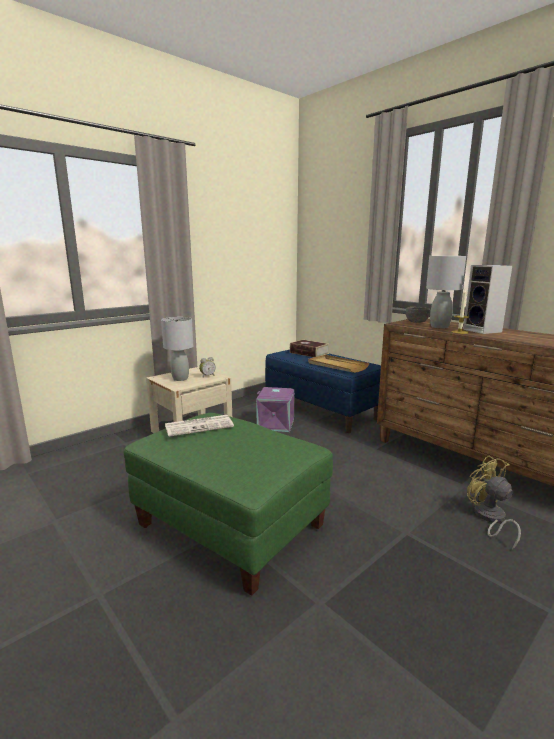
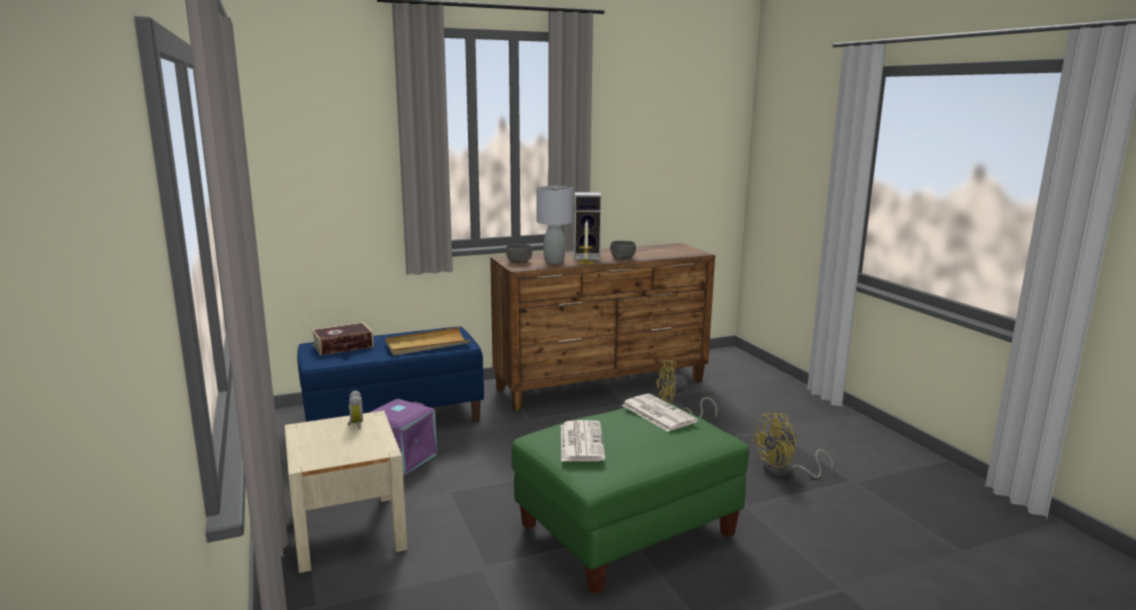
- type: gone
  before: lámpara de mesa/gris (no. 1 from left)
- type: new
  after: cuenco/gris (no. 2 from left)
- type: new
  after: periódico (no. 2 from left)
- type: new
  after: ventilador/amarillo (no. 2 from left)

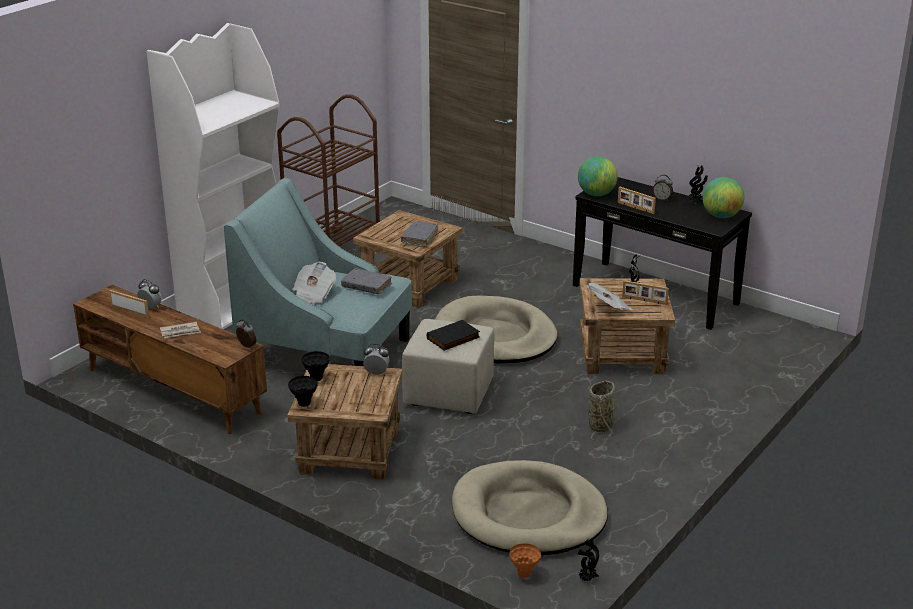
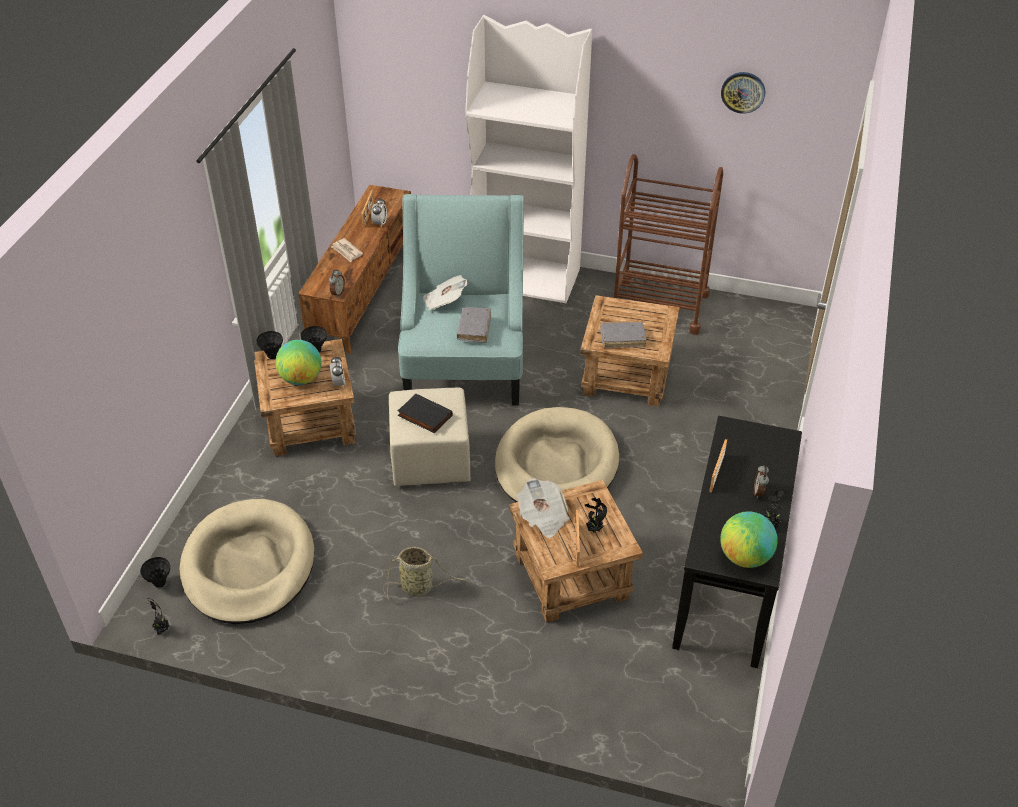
- type: repainted
  before: florero/naranja
  after: florero/negro (no. 1 from left)
- type: shifted
  before: globo terráqueo (no. 1 from left)
- type: new
  after: reloj de pared

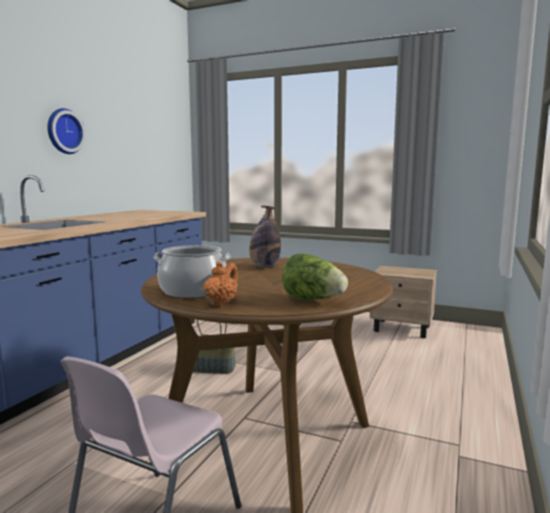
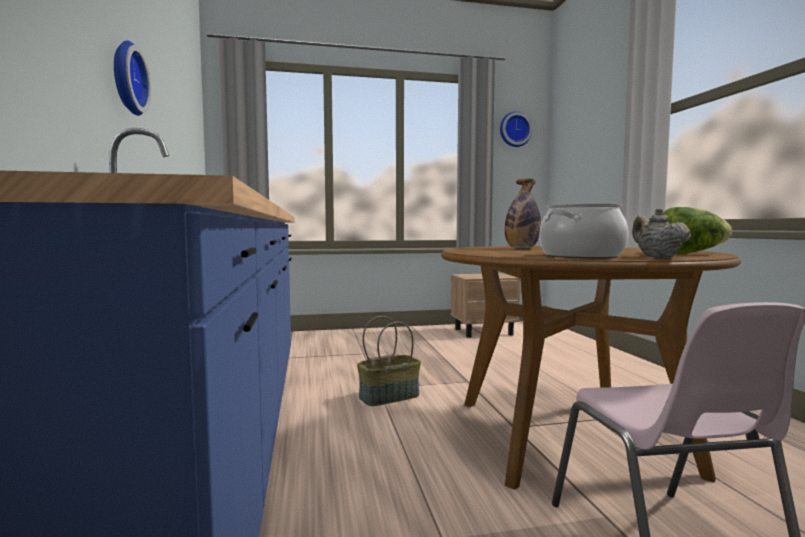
- type: repainted
  before: tetera/naranja
  after: tetera/beis
- type: new
  after: reloj de pared (no. 2 from left)

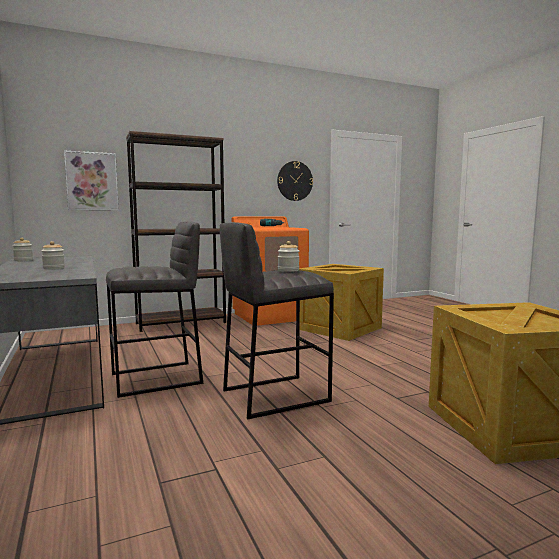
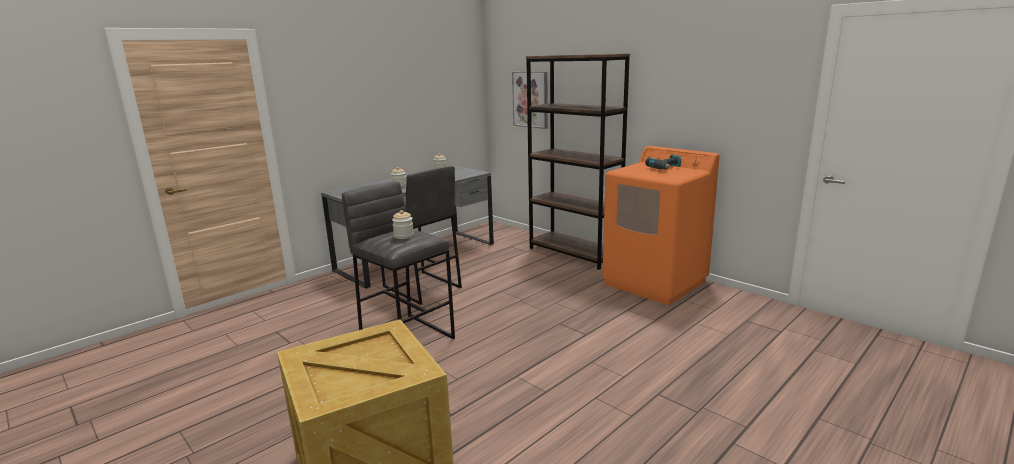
- type: gone
  before: reloj de pared
- type: gone
  before: caja de embalaje (no. 1 from left)

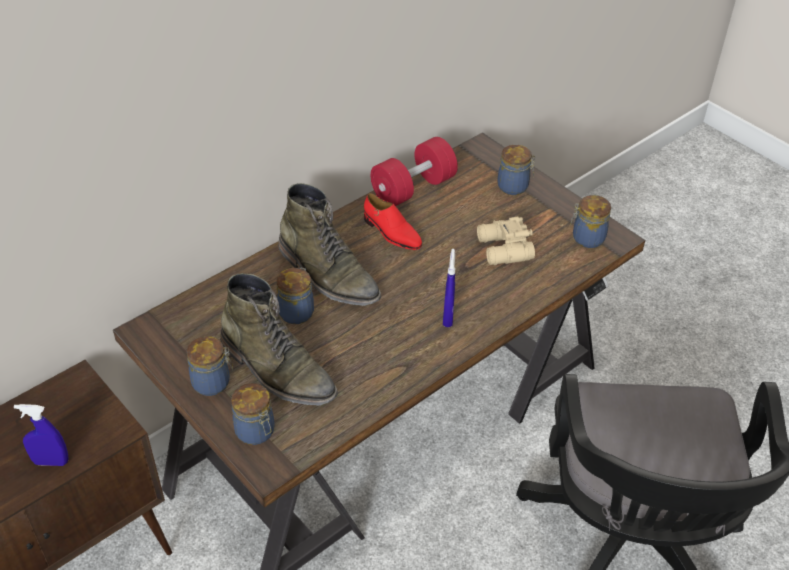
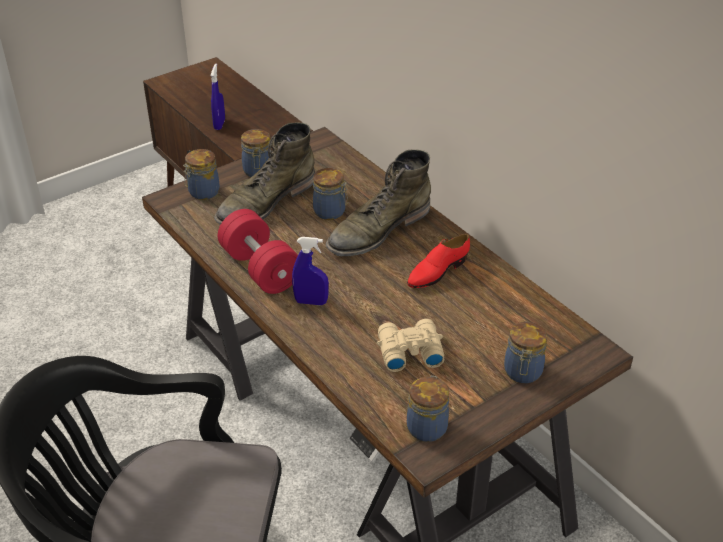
- type: shifted
  before: mancuerna/rojo

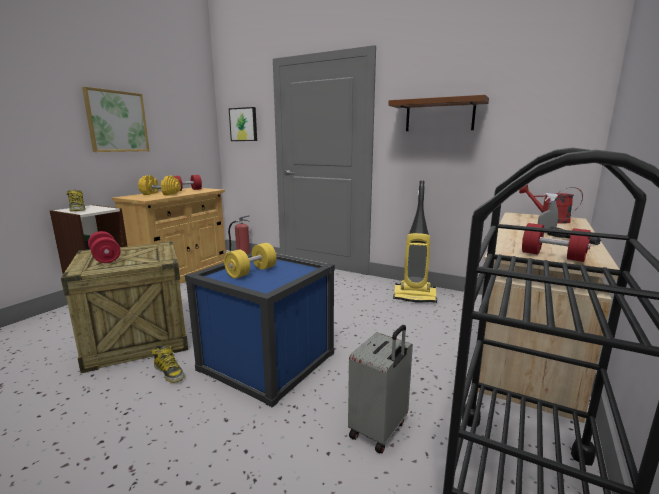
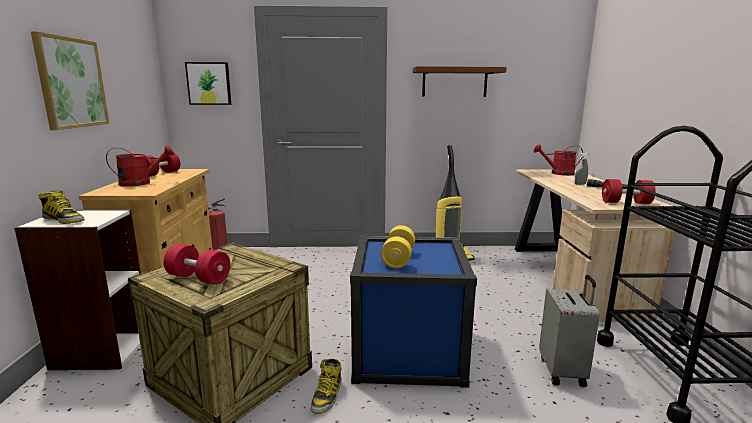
- type: swapped
  before: mancuerna/amarillo (no. 1 from left)
  after: regadera/rojo (no. 1 from left)
- type: rotated
  before: bota (no. 2 from left)
  turn: 90

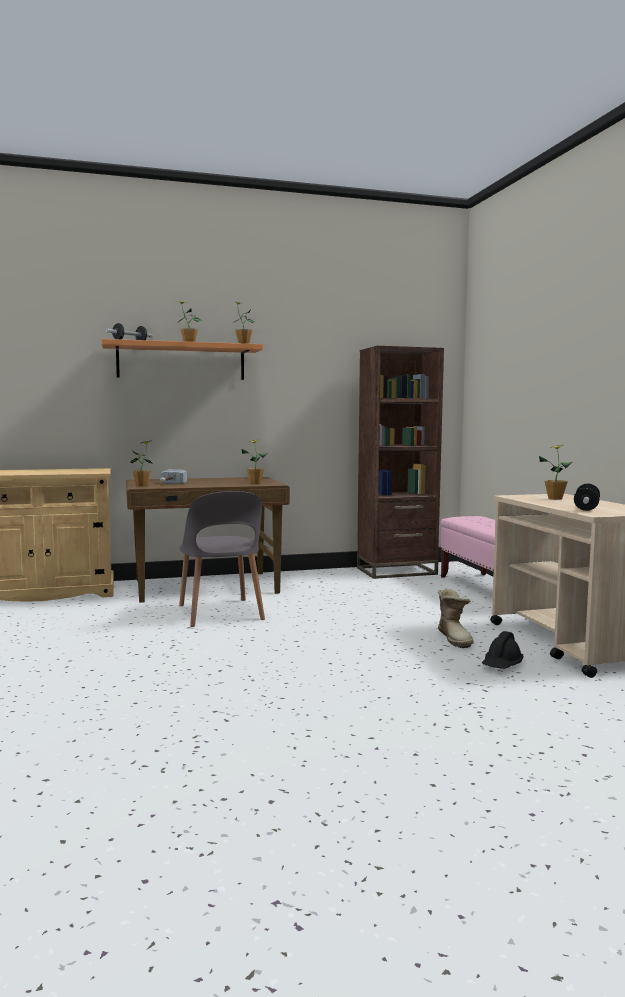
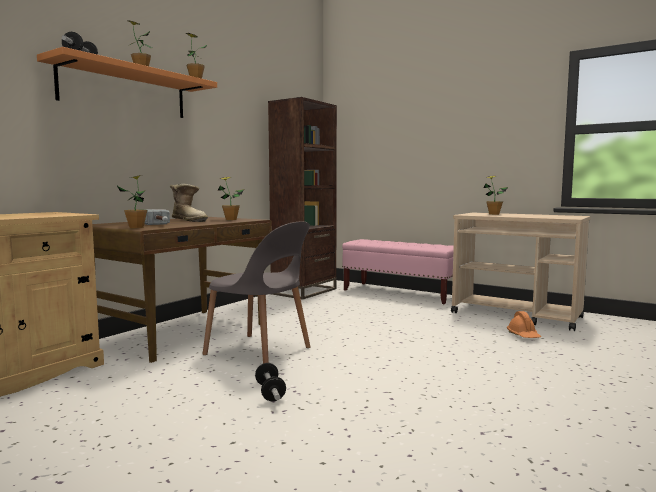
- type: shifted
  before: bota
- type: repainted
  before: casco/negro
  after: casco/naranja
- type: shifted
  before: mancuerna (no. 2 from left)

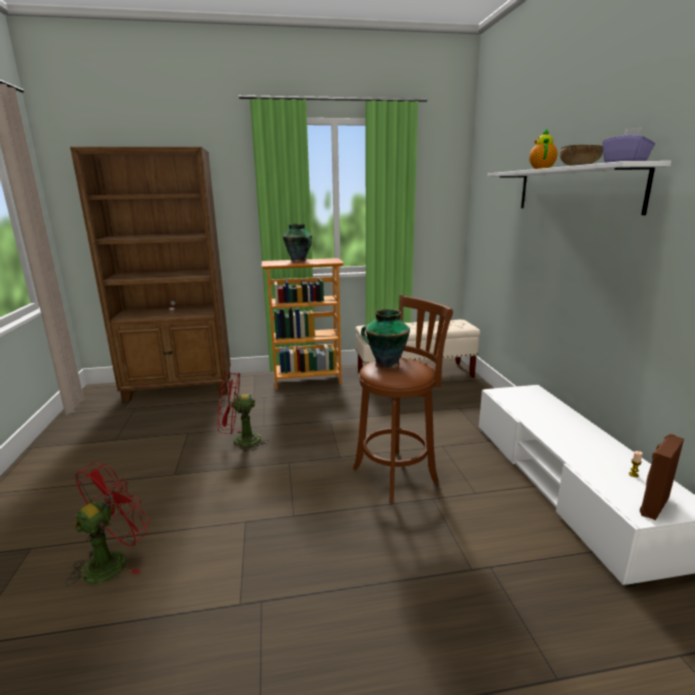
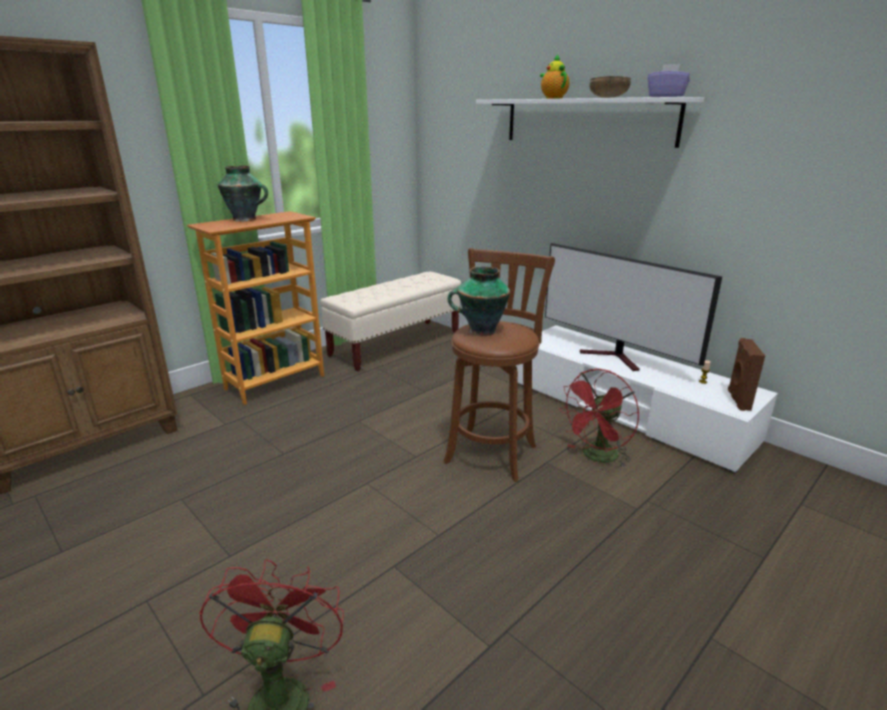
- type: shifted
  before: ventilador/rojo (no. 2 from left)
- type: new
  after: televisor

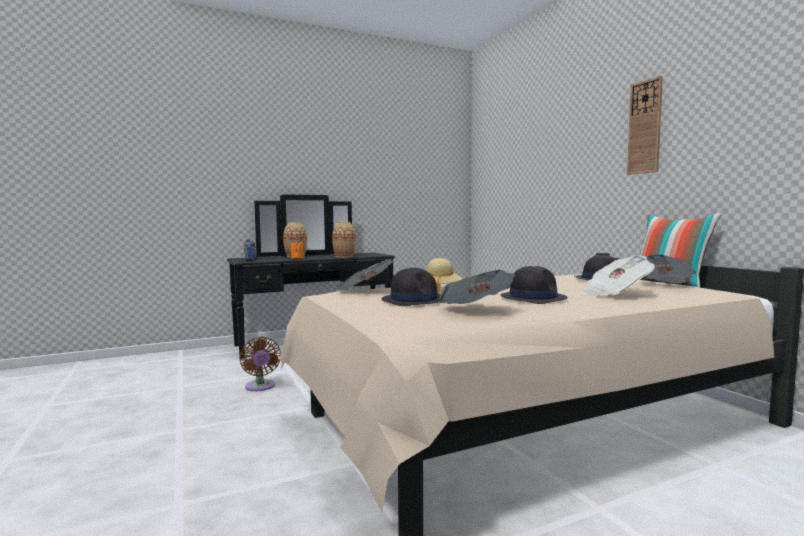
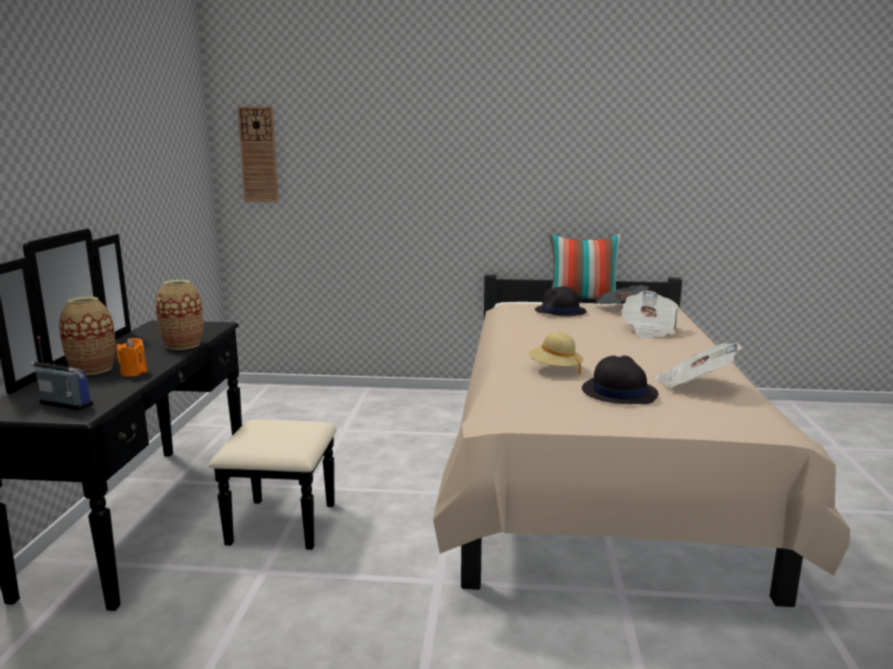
- type: gone
  before: ventilador/marrón
- type: gone
  before: periódico (no. 1 from left)
- type: gone
  before: sombrero/negro (no. 2 from left)
- type: shifted
  before: reloj de pared

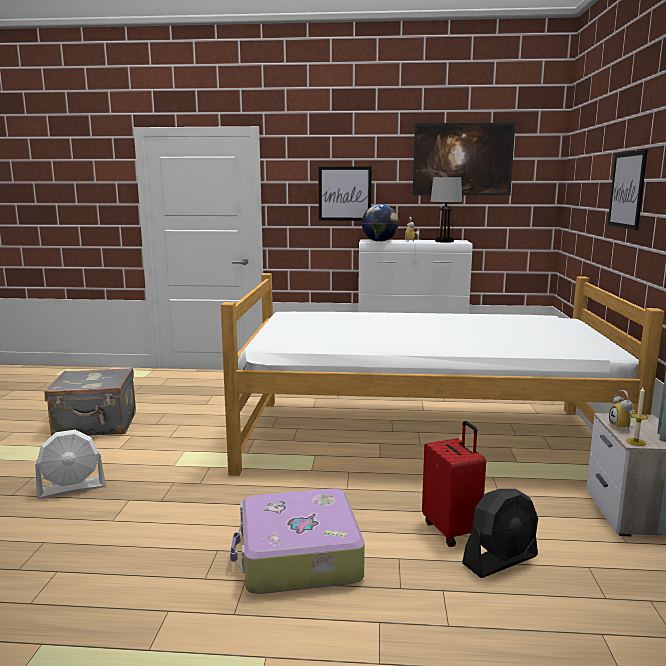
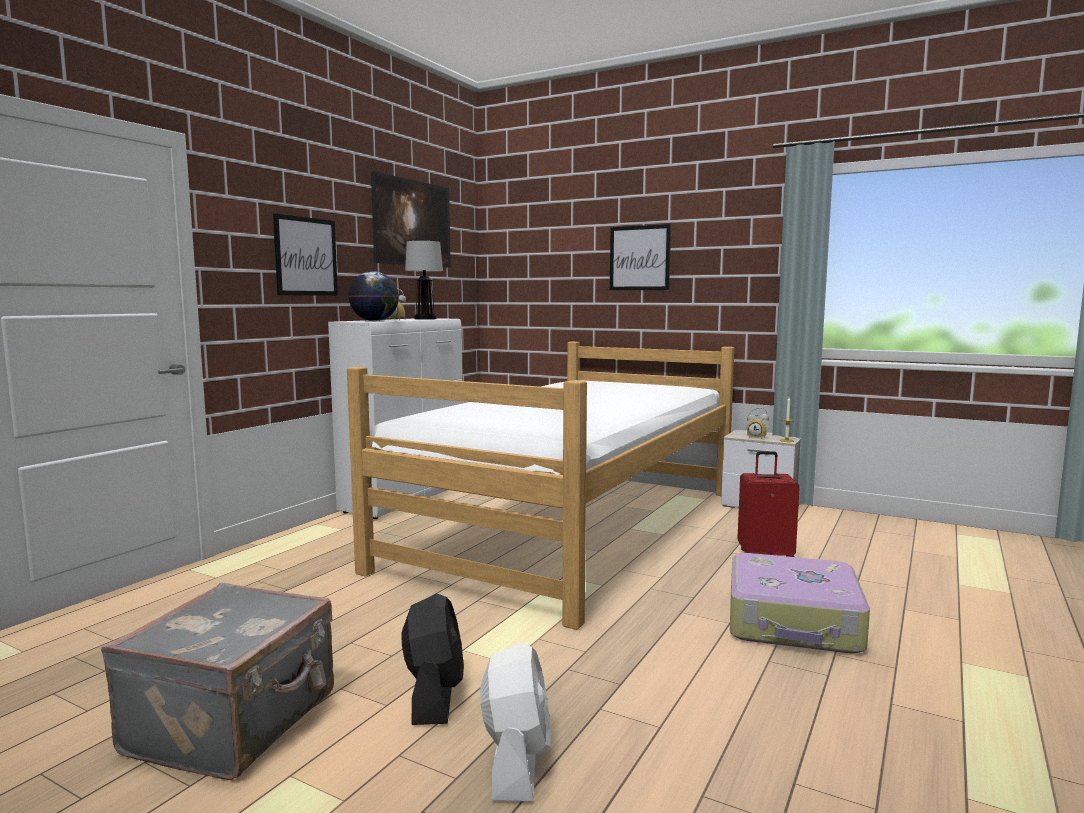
- type: shifted
  before: ventilador/negro

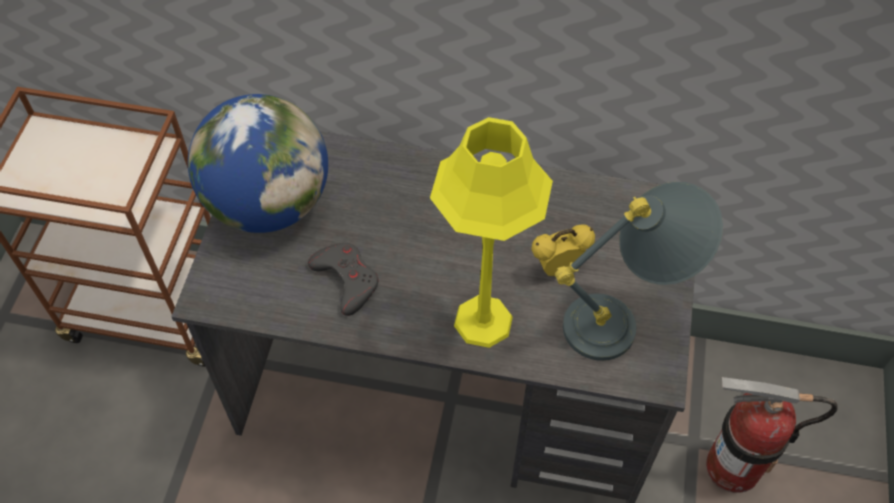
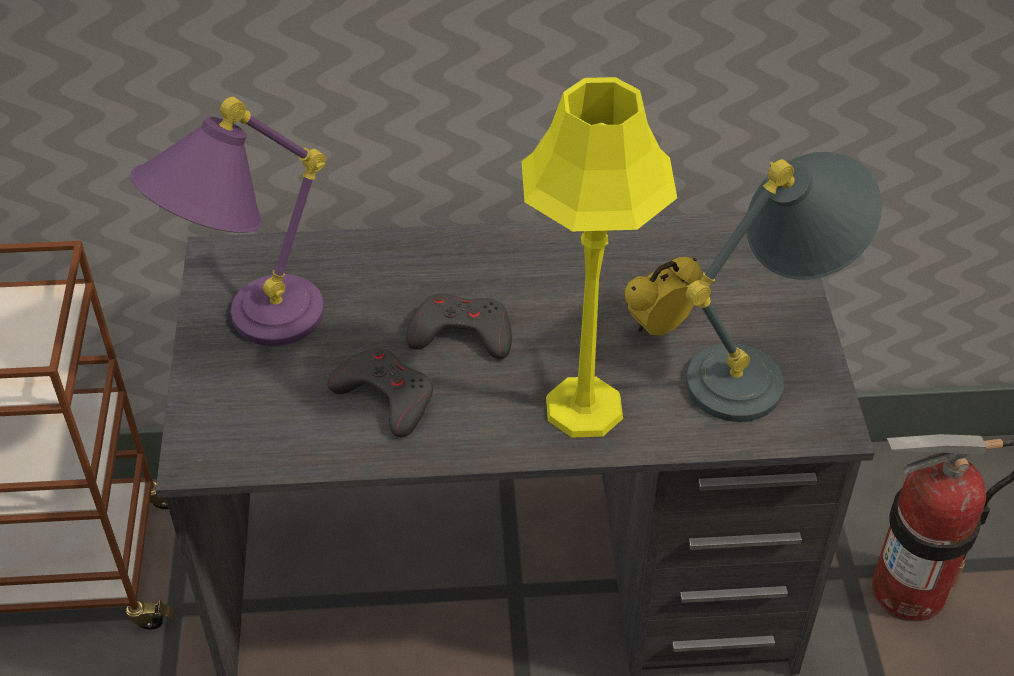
- type: swapped
  before: globo terráqueo
  after: lámpara de mesa/morado
- type: new
  after: mando de consola/gris (no. 2 from left)

